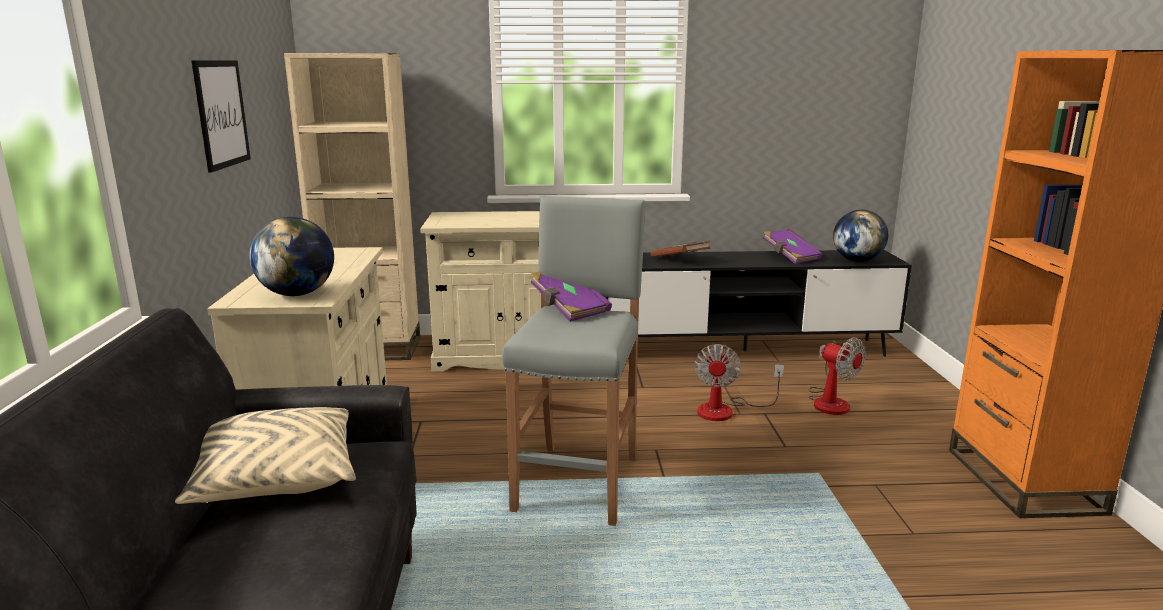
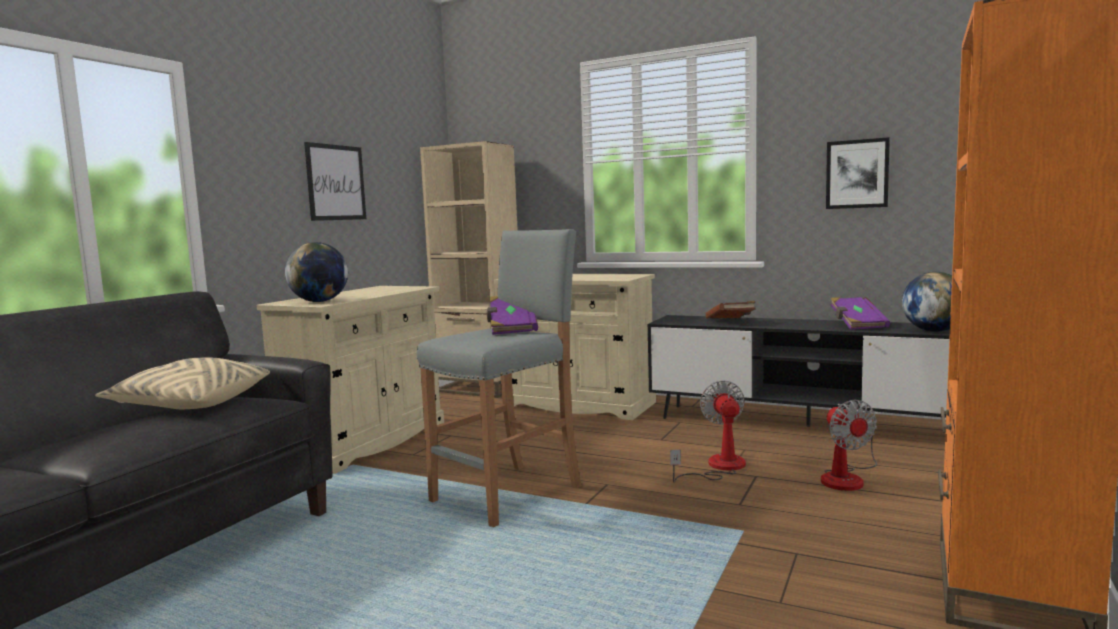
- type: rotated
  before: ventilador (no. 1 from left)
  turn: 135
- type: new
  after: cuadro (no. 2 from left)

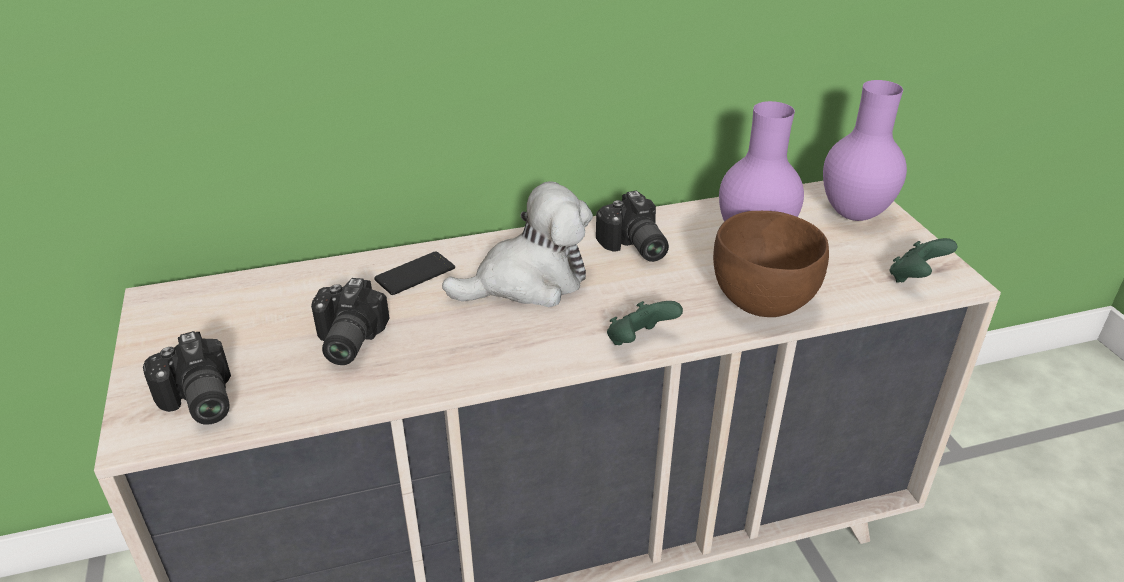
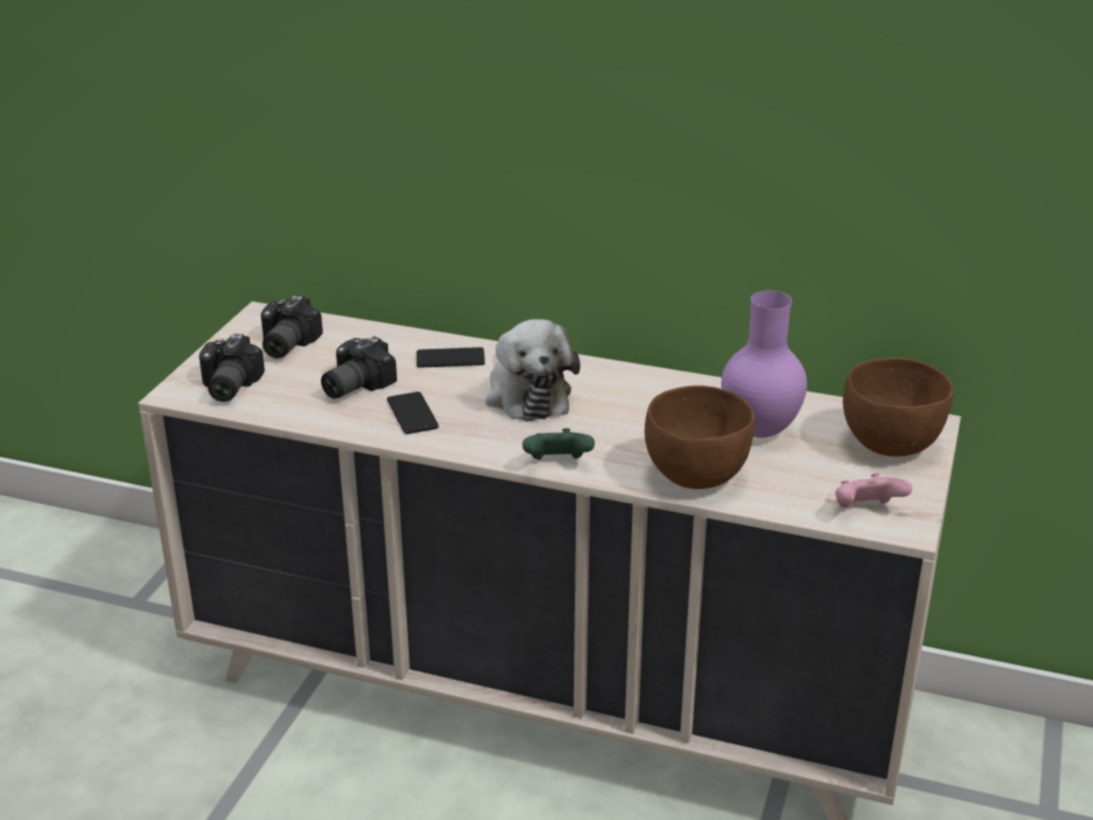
- type: rotated
  before: peluche
  turn: 60
- type: shifted
  before: cámara (no. 3 from left in the first image)
  after: cámara (no. 2 from left)
- type: swapped
  before: florero/morado (no. 2 from left)
  after: cuenco/marrón (no. 2 from left)
- type: repainted
  before: mando de consola/verde (no. 2 from left)
  after: mando de consola/rosa
- type: new
  after: móvil (no. 1 from left)

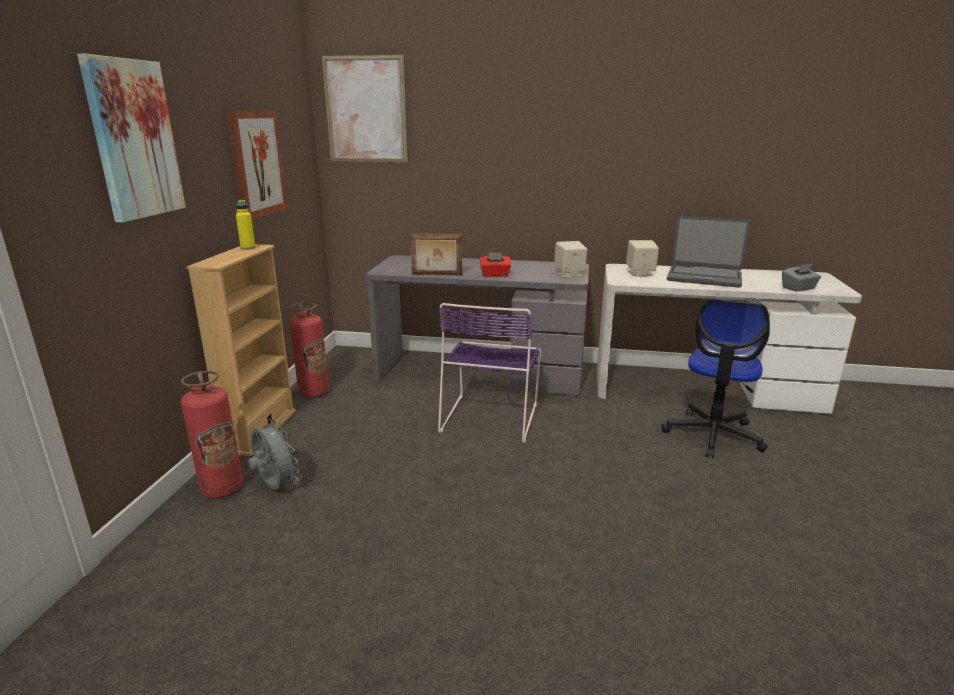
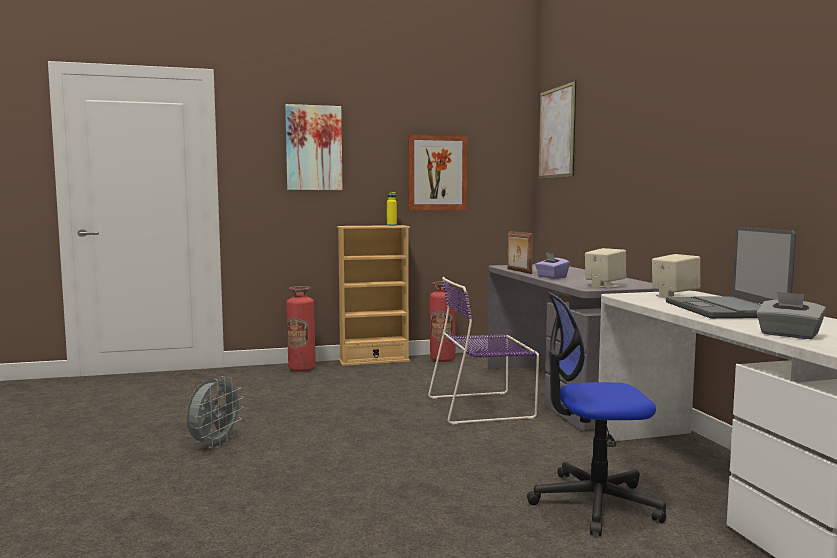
- type: shifted
  before: ventilador/gris
- type: repainted
  before: caja de pañuelos/rojo
  after: caja de pañuelos/morado

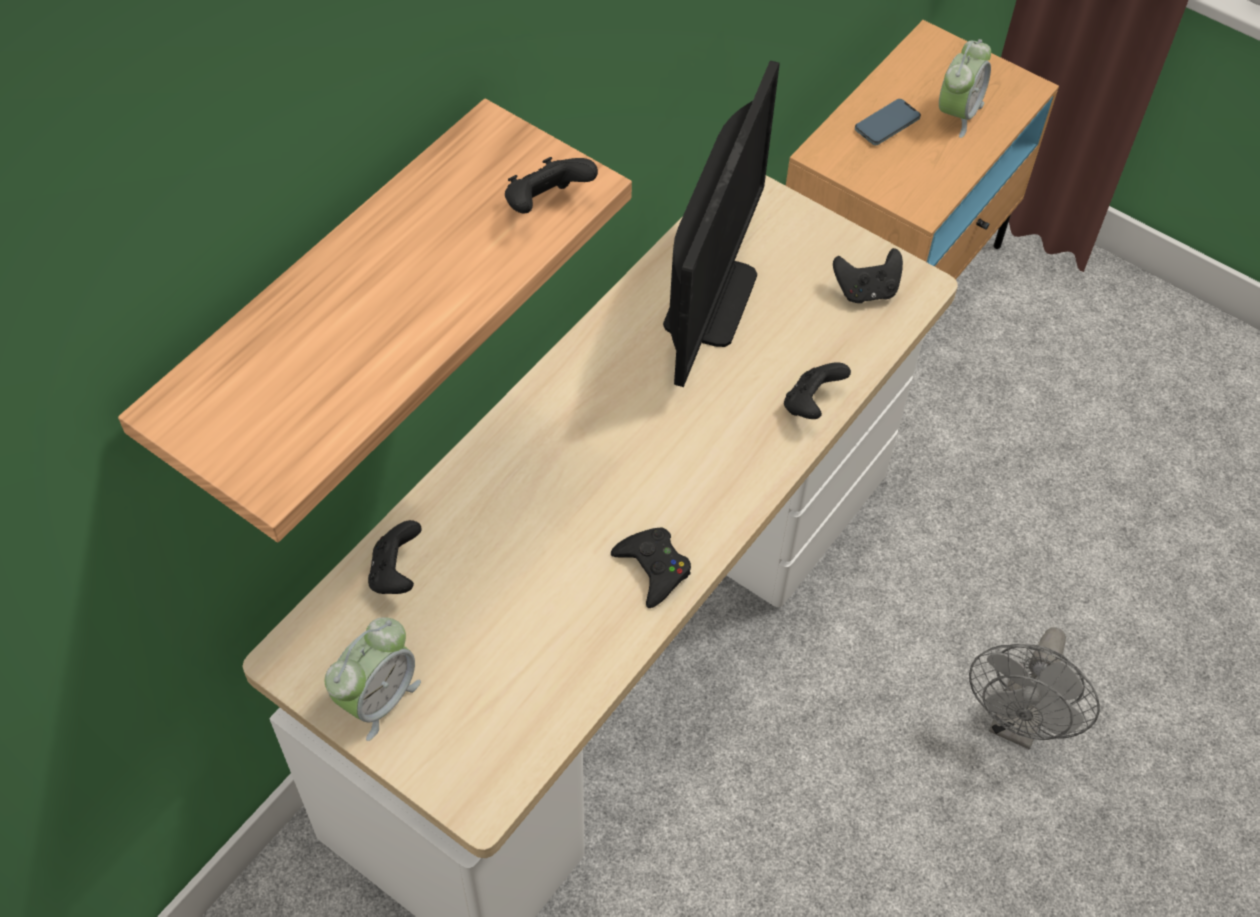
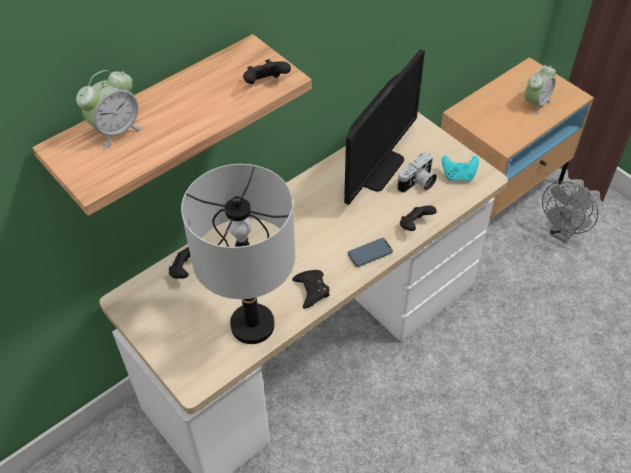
- type: shifted
  before: despertador (no. 1 from left)
- type: repainted
  before: mando de consola/negro (no. 5 from left)
  after: mando de consola/turquesa
- type: shifted
  before: móvil
- type: shifted
  before: ventilador/gris
- type: new
  after: lámpara de mesa/gris
- type: new
  after: cámara

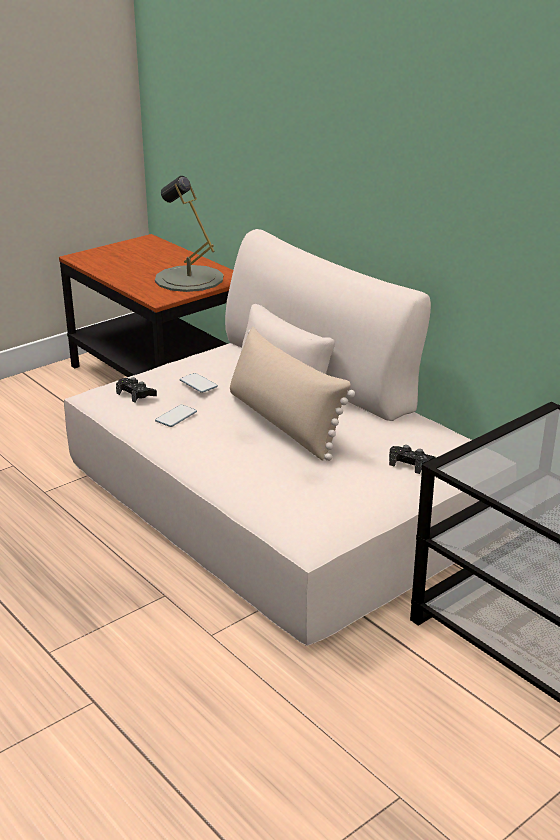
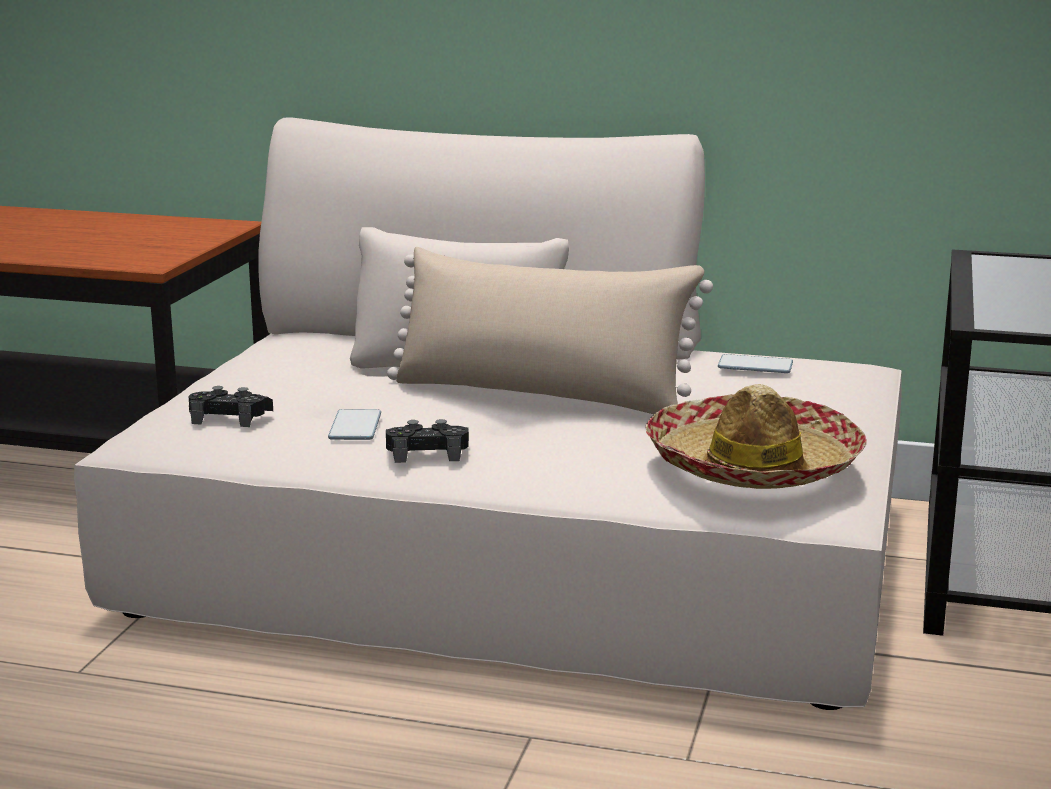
- type: gone
  before: lámpara de mesa/gris
- type: shifted
  before: móvil (no. 2 from left)
- type: shifted
  before: mando de consola/negro (no. 2 from left)
- type: new
  after: sombrero

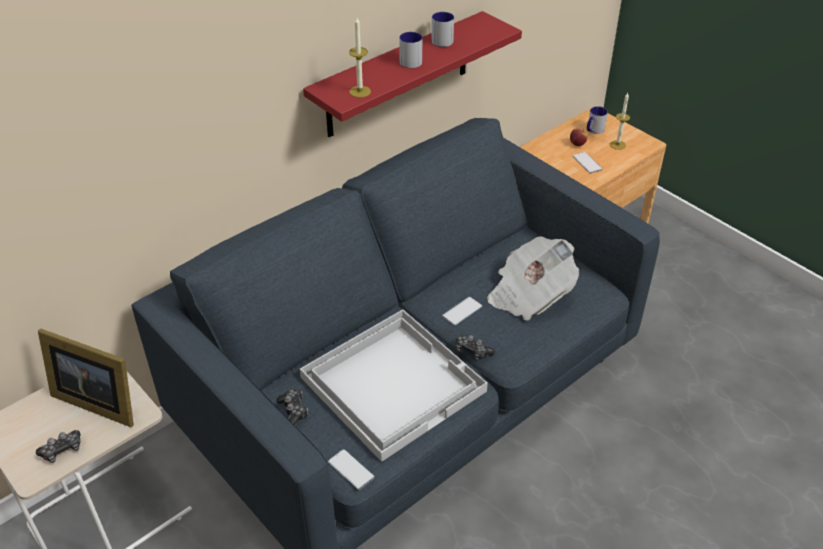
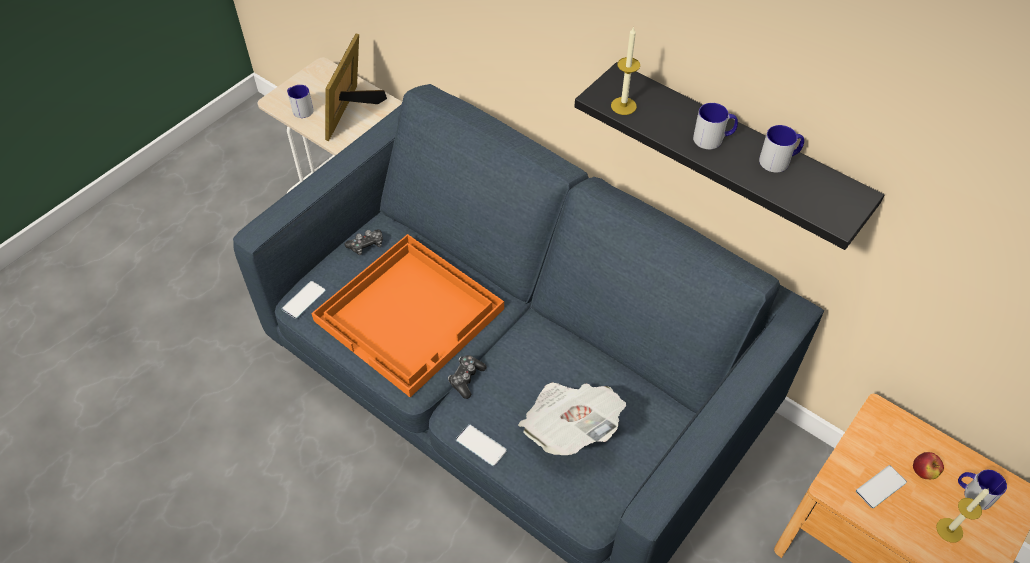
- type: swapped
  before: mando de consola (no. 1 from left)
  after: taza grande (no. 1 from left)
- type: repainted
  before: bandeja/blanco
  after: bandeja/naranja
- type: repainted
  before: estante/rojo
  after: estante/negro
- type: shifted
  before: móvil (no. 2 from left)

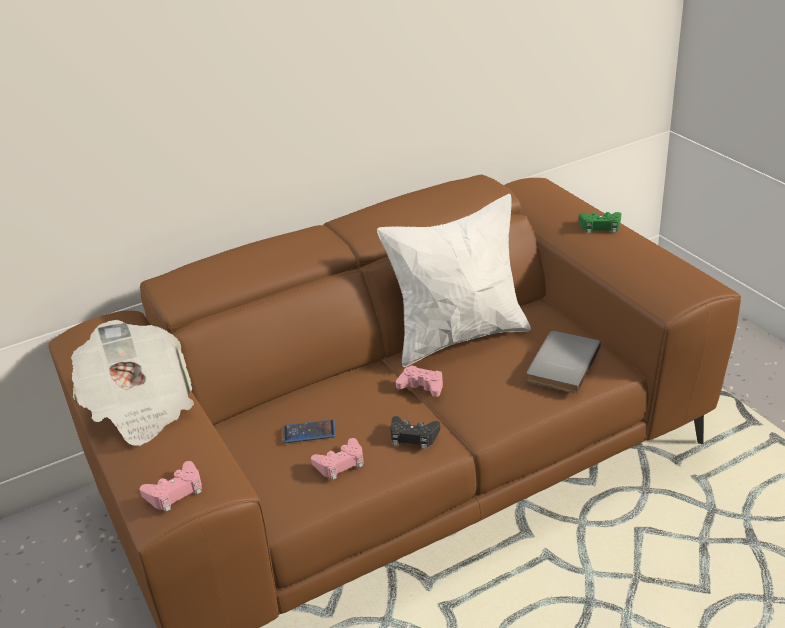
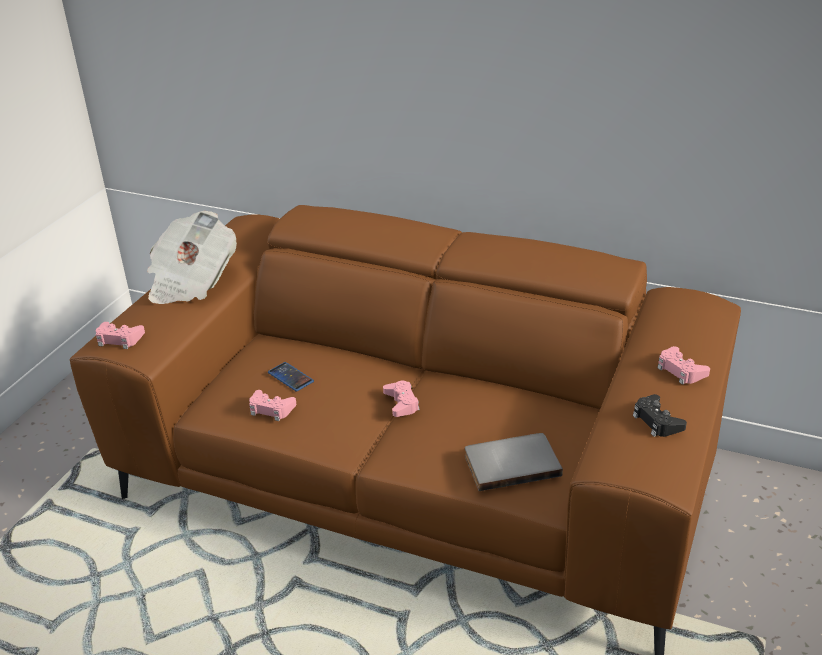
- type: gone
  before: cojín/blanco
- type: shifted
  before: mando de consola/negro
- type: repainted
  before: mando de consola/verde
  after: mando de consola/rosa (no. 4 from left)

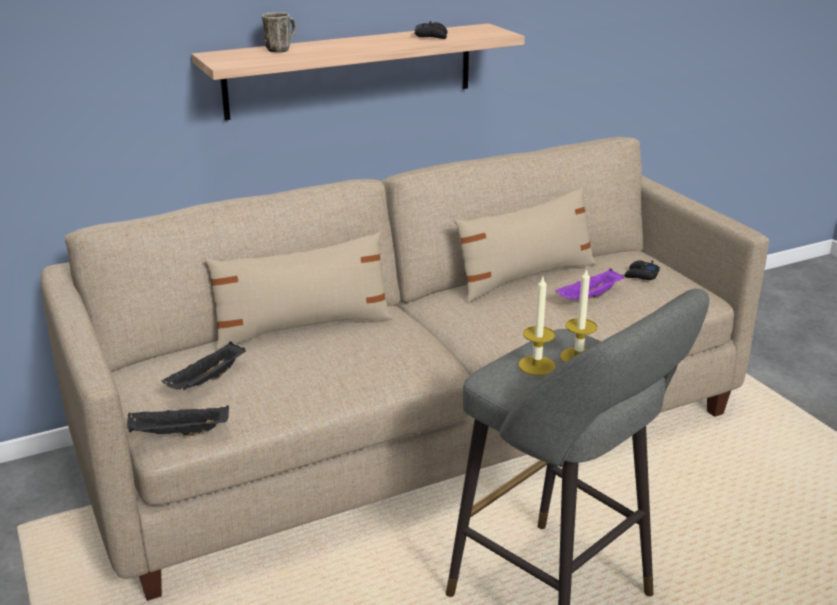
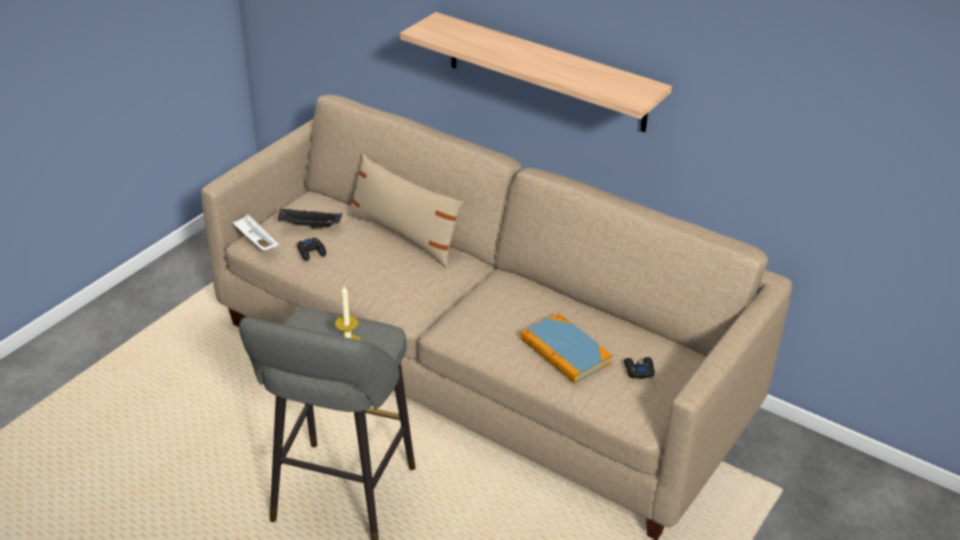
- type: repainted
  before: bandeja/negro (no. 1 from left)
  after: bandeja/blanco
- type: gone
  before: taza grande
- type: shifted
  before: mando de consola/negro (no. 1 from left)
- type: gone
  before: cojín/beis (no. 2 from left)
- type: gone
  before: vela (no. 1 from left)
- type: swapped
  before: bandeja/morado
  after: libro

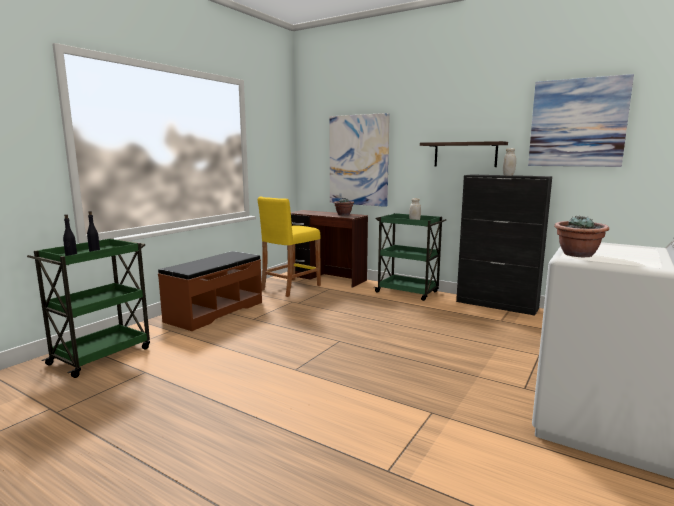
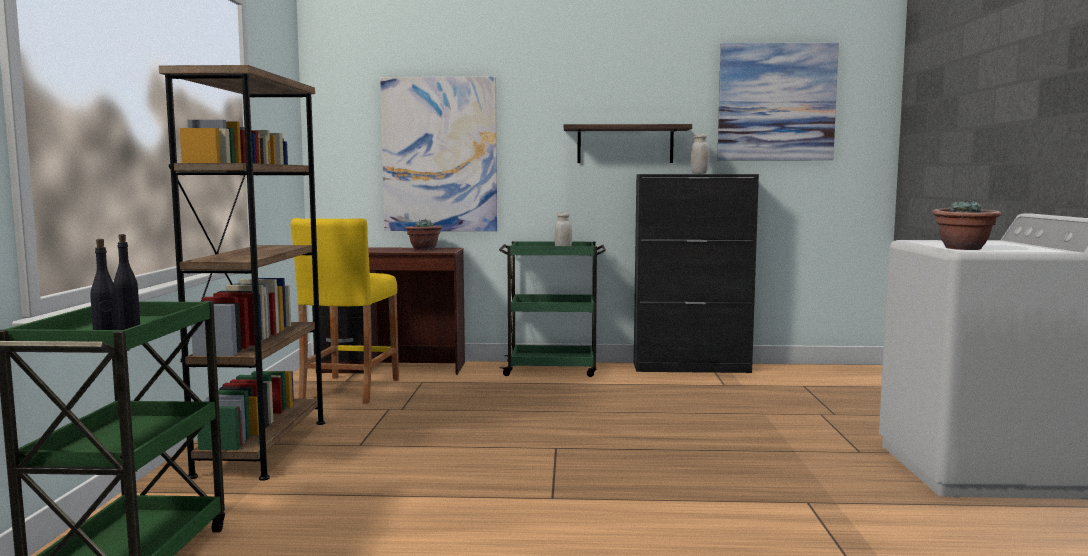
- type: swapped
  before: banco/marrón
  after: estantería/marrón

